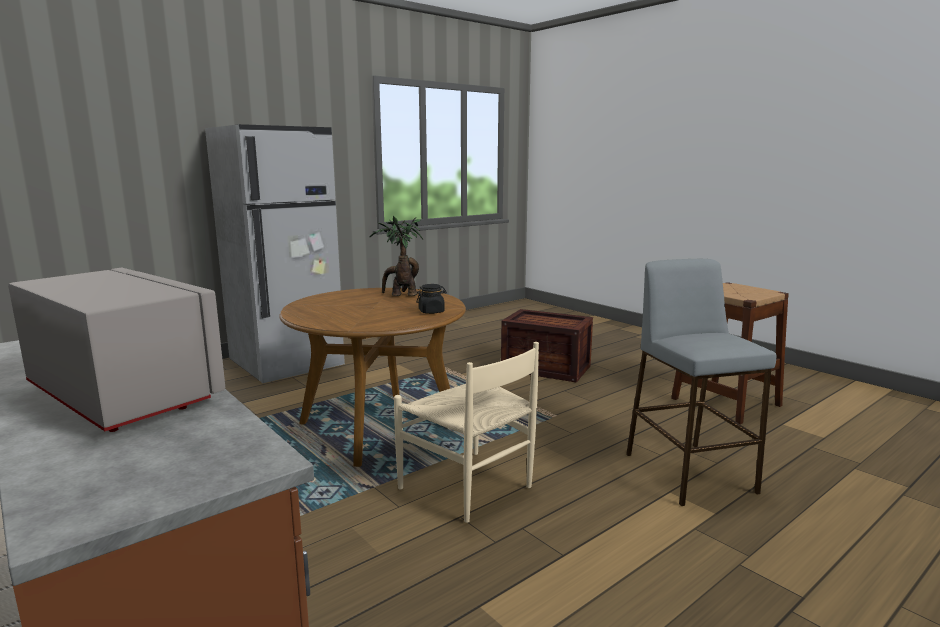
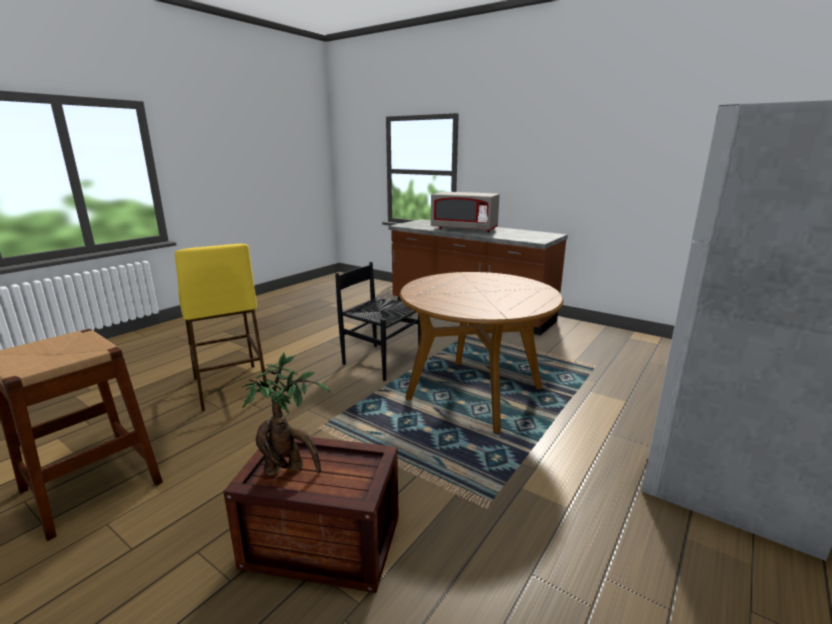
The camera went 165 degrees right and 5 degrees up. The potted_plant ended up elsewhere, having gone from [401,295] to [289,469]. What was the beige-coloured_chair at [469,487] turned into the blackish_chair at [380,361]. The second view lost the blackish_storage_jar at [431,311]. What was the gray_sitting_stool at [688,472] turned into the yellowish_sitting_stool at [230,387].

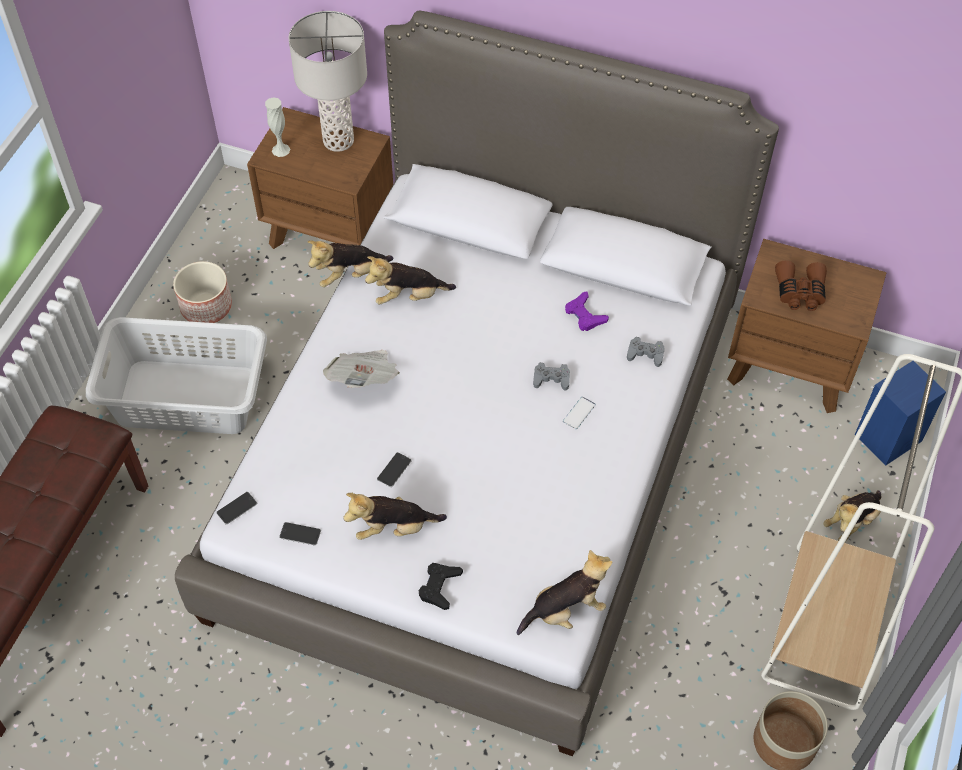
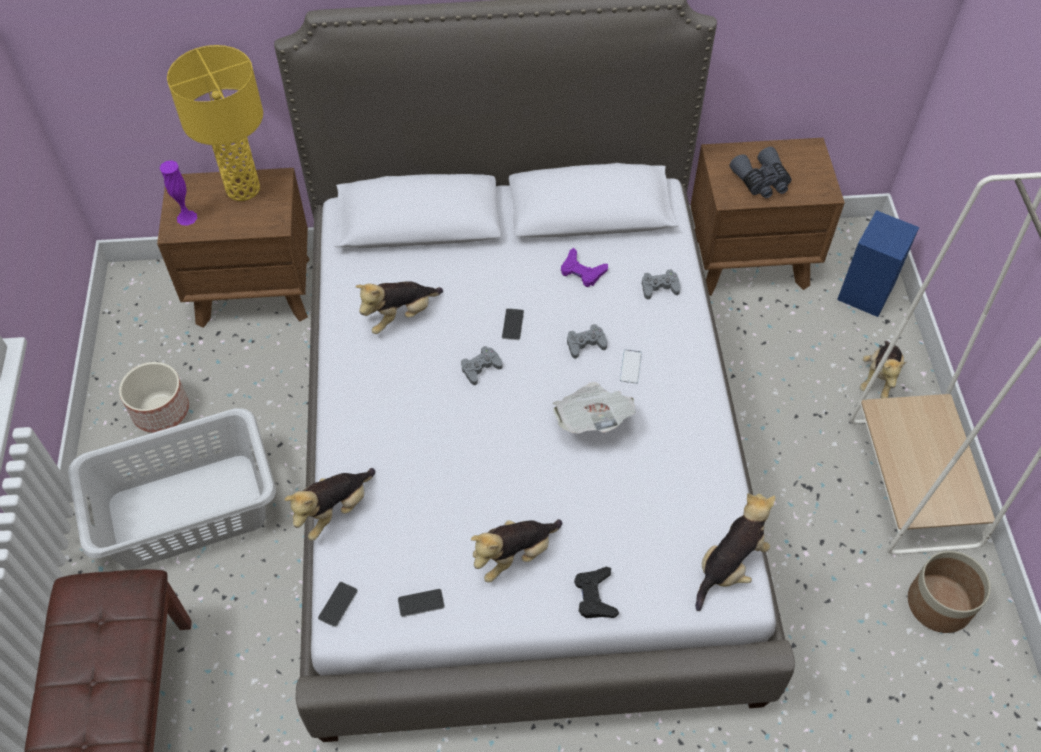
The camera went 25 degrees left and 0 degrees up. What was the white_decorative_vase at [281,150] turned into the purple_decorative_vase at [187,217]. What was the white_table_lamp at [338,140] turned into the yellowish_table_lamp at [242,189]. The plush_toy ended up elsewhere, having gone from [349,275] to [334,510]. The printed_paper ended up elsewhere, having gone from [364,379] to [592,419]. The phone ended up elsewhere, having gone from [394,470] to [513,324]. What was the brown_binoculars at [800,292] turned into the gray_binoculars at [761,181]. The second view gained the gray_game_controller at [481,368].

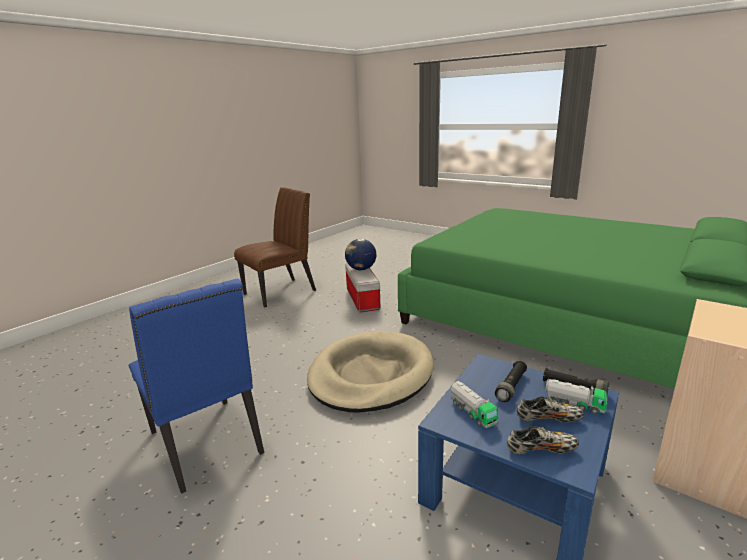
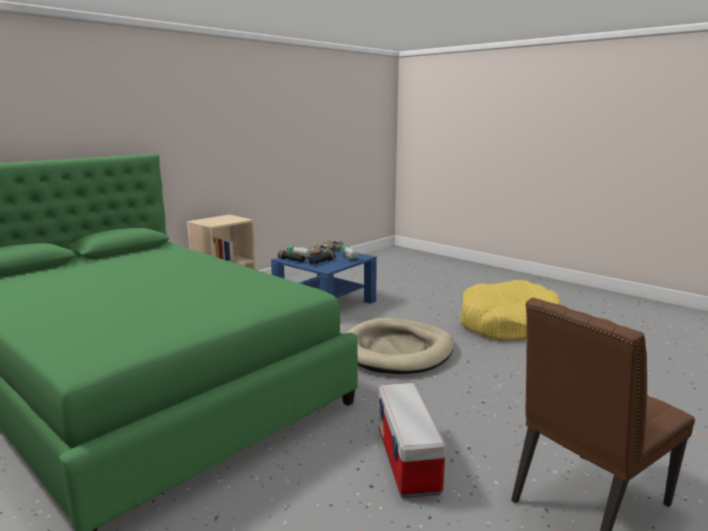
The camera went 175 degrees left and 5 degrees down. Where the bluish_chair stood at [205,441], the yellowish_dog_cushion came to stand at [507,324]. The second view lost the desk_globe at [361,269].

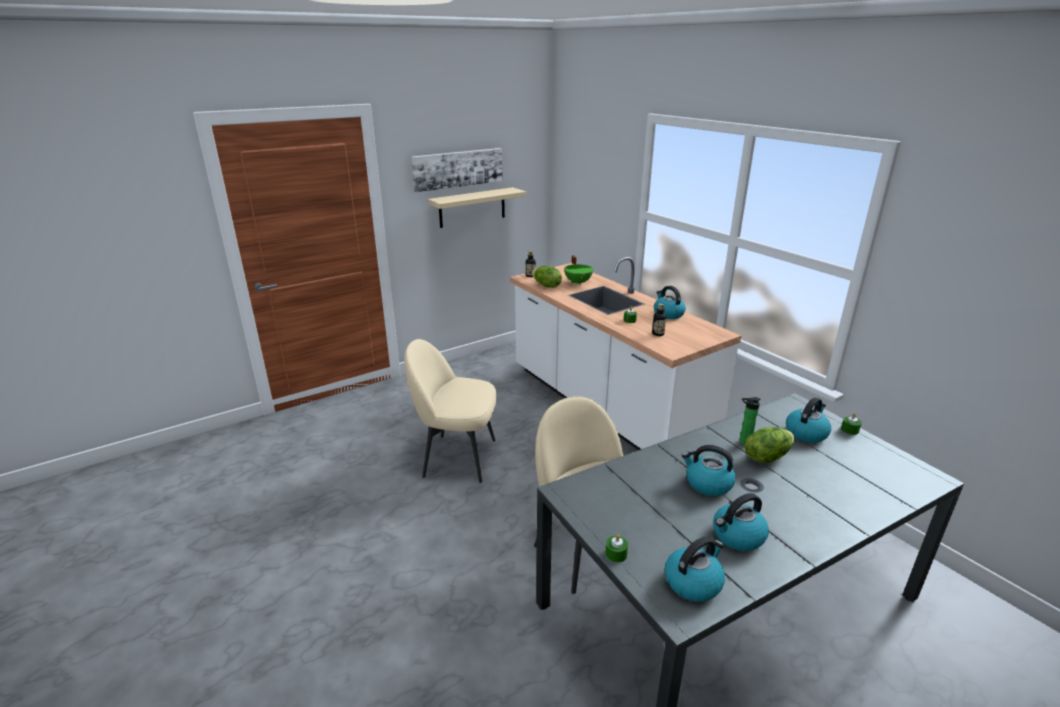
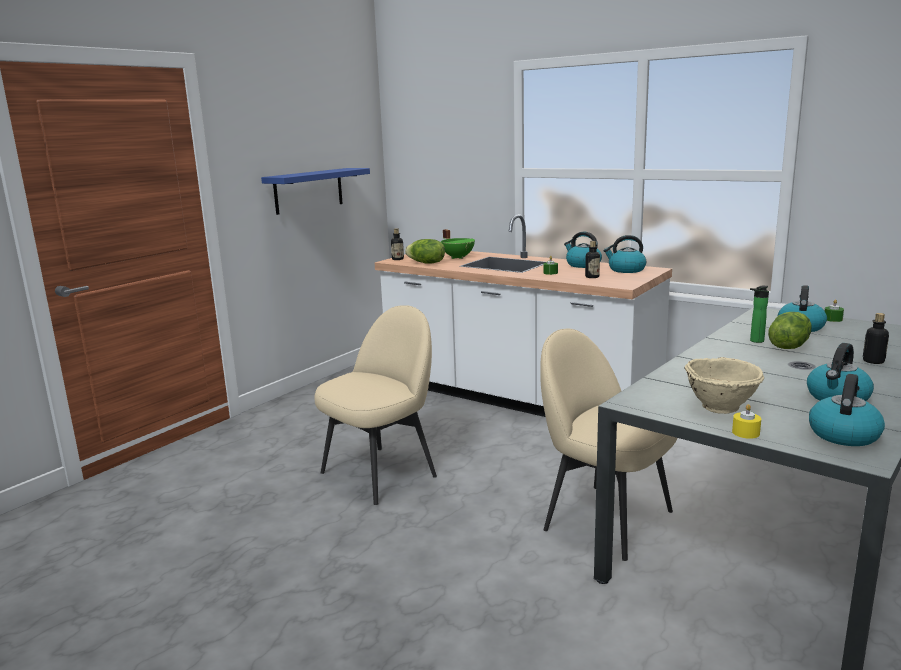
The camera went 20 degrees left and 10 degrees down. The beige-coloured_chair at [457,457] ended up facing another way, 150 degrees clockwise from before. The second view lost the wall_picture at [458,169]. What was the beige-coloured_shelf at [472,207] turned into the bluish_shelf at [308,190]. What was the green_candle at [616,554] turned into the yellowish_candle at [745,433]. The kettle ended up elsewhere, having gone from [707,483] to [626,270]. The second view gained the beige-coloured_bowl at [721,406]. The second view gained the drink_bottle at [873,361].

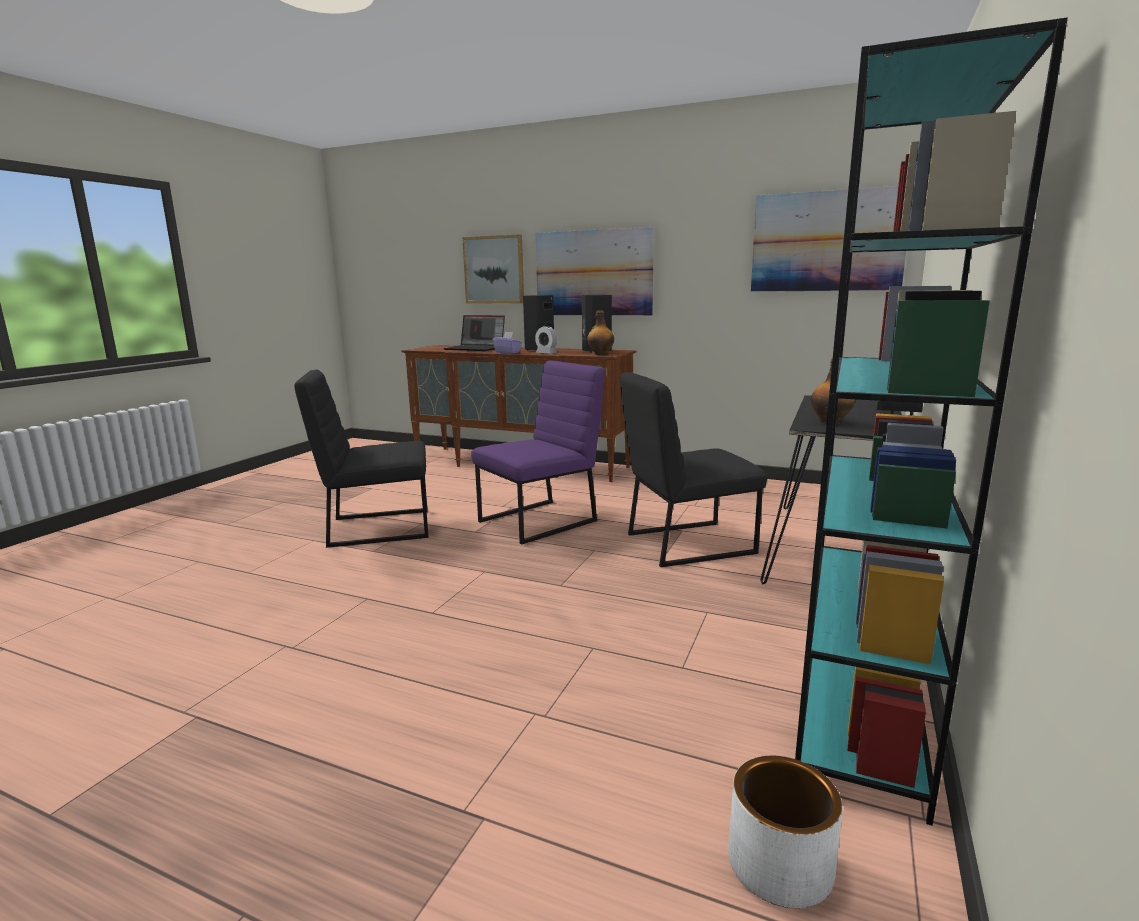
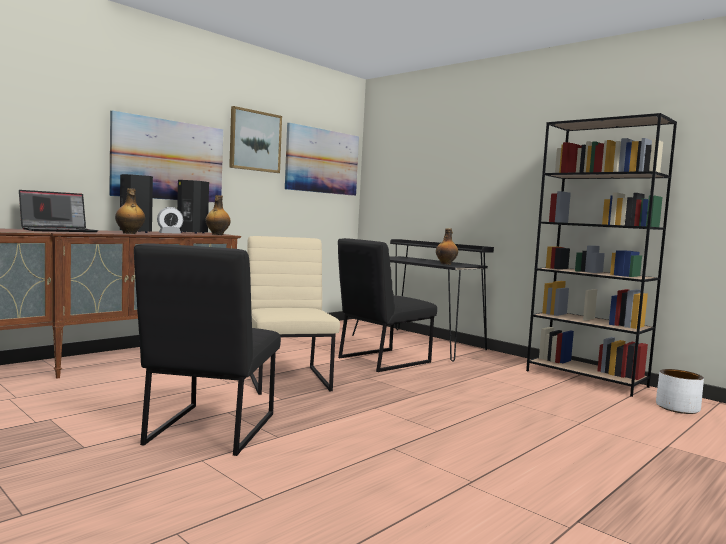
The camera went 70 degrees left and 10 degrees down. The wall_picture ended up elsewhere, having gone from [494,270] to [255,141]. What was the purple_chair at [541,520] turned into the beige-coloured_chair at [287,379]. Where the purple_box_of_tissues stood at [508,352], the drink_bottle came to stand at [129,233]. The blackish_chair at [686,543] ended up facing another way, 45 degrees clockwise from before. What was the blue-green_shelving_unit at [860,721] turned into the beige-coloured_shelving_unit at [586,379].

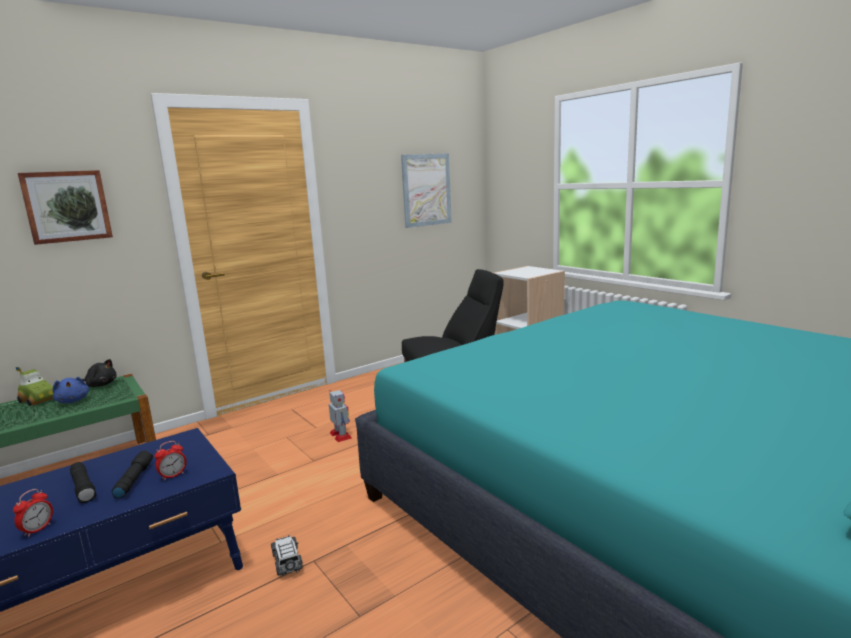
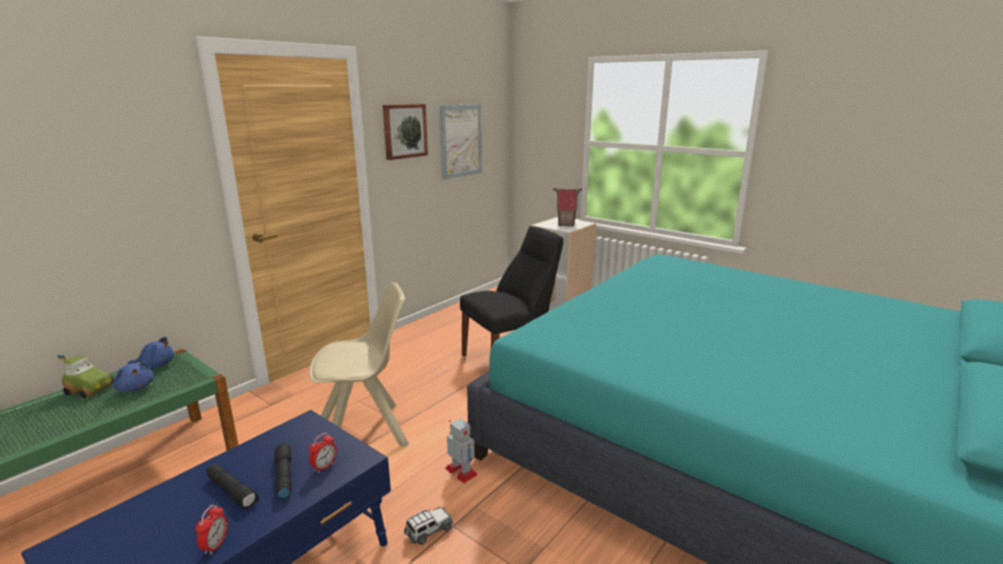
The camera went 15 degrees left and 5 degrees up. The wall_picture ended up elsewhere, having gone from [67,206] to [404,131]. What was the blackish_plush_toy at [101,385] turned into the bluish_plush_toy at [156,365]. The model_car at [287,562] ended up facing another way, 90 degrees clockwise from before. The robot_figure ended up elsewhere, having gone from [341,435] to [461,472]. The second view gained the beige-coloured_chair at [365,431]. The second view gained the model_house at [566,224].

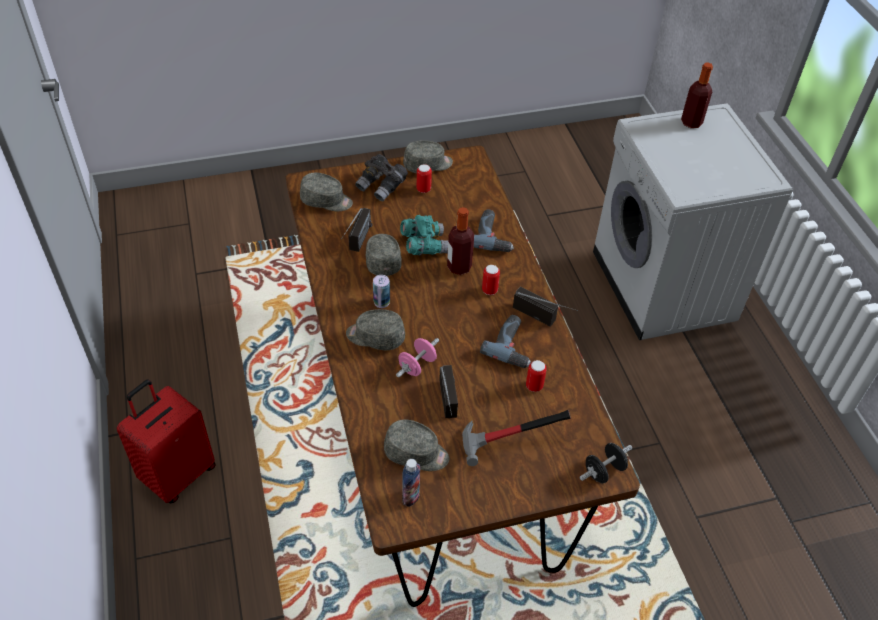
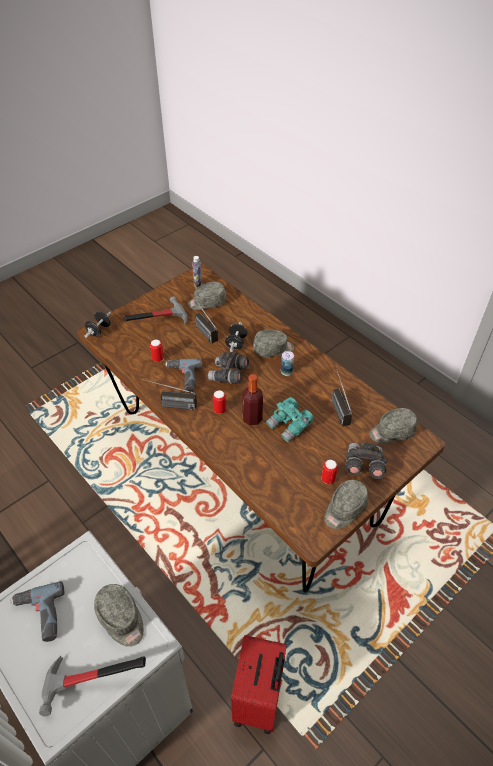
The camera went 155 degrees right and 0 degrees up. The red_suitcase ended up elsewhere, having gone from [178,474] to [259,700]. The gray_peaked_cap ended up elsewhere, having gone from [382,260] to [121,619]. What was the pinkish_dumbbell at [417,365] turned into the blackish_dumbbell at [236,343]. The electric_drill ended up elsewhere, having gone from [493,236] to [39,616]. Where the drink_bottle stood at [691,122], the hand_hammer came to stand at [90,687]. The second view gained the gray_binoculars at [229,375].

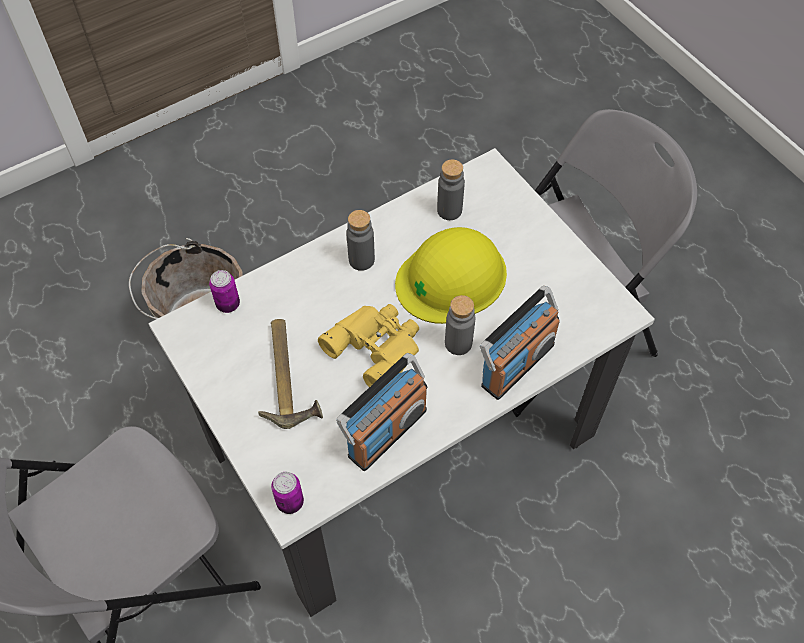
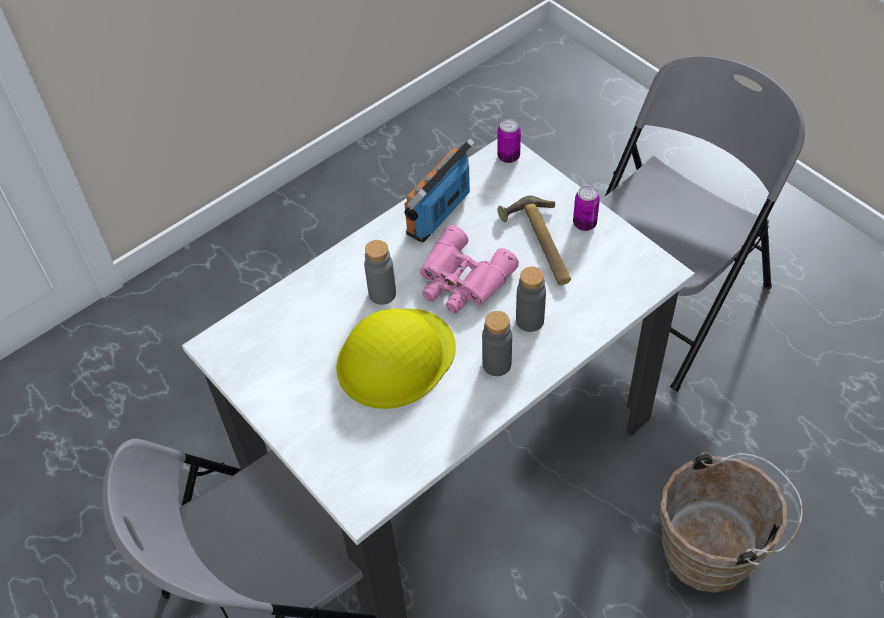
The camera went 175 degrees right and 5 degrees down. The sealed_can ended up elsewhere, having gone from [228,304] to [584,224]. What was the yellowish_binoculars at [377,346] turned into the pinkish_binoculars at [462,281]. The gray_drink_bottle ended up elsewhere, having gone from [449,210] to [529,320]. The second view lost the radio_receiver at [516,364].

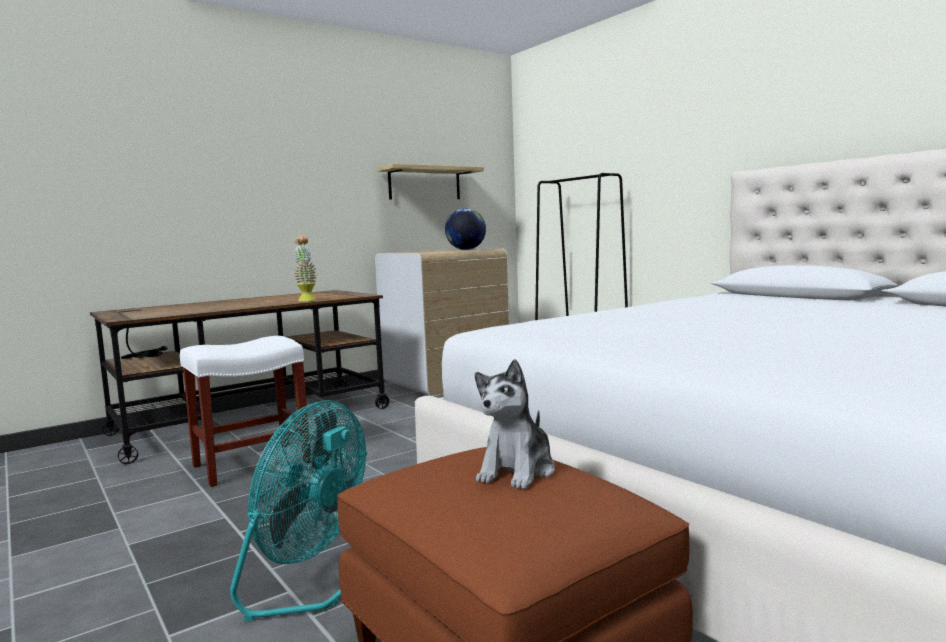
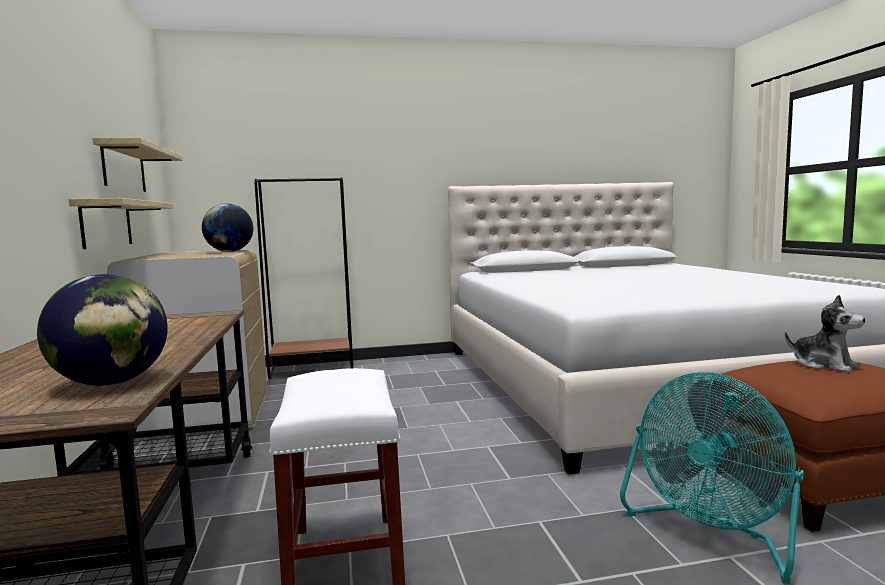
The camera went 65 degrees left and 0 degrees up. The second view lost the potted_plant at [306,300]. The second view gained the desk_globe at [111,383]. The second view gained the shelf at [106,224].

